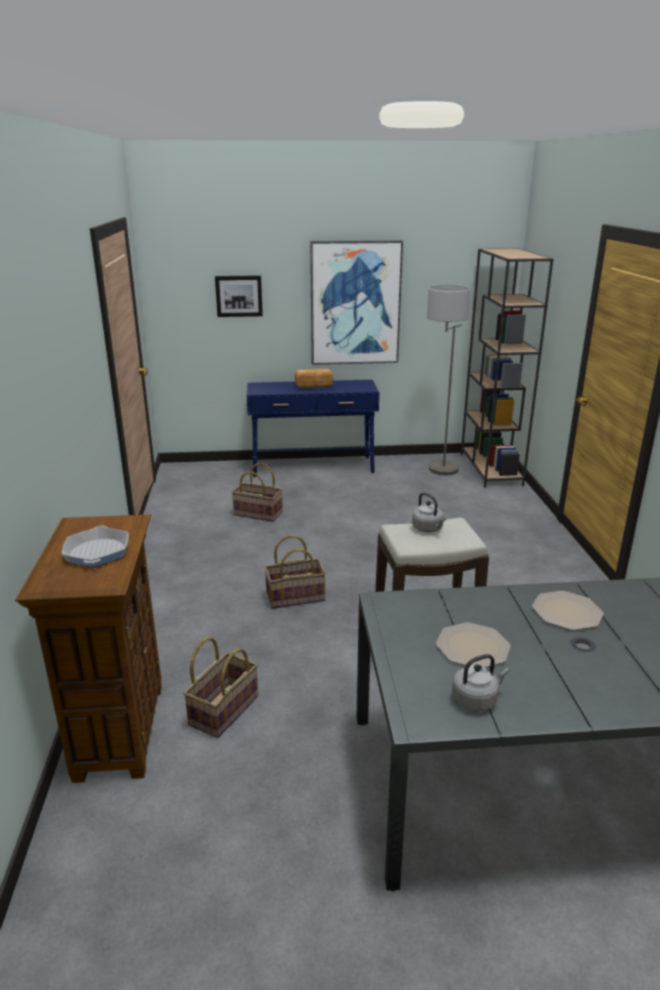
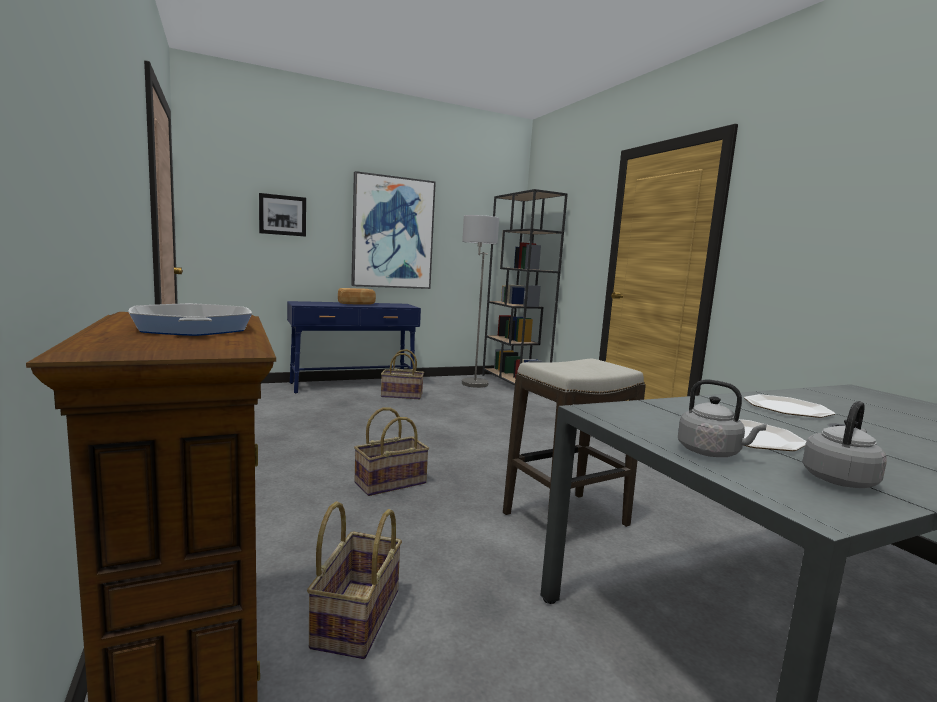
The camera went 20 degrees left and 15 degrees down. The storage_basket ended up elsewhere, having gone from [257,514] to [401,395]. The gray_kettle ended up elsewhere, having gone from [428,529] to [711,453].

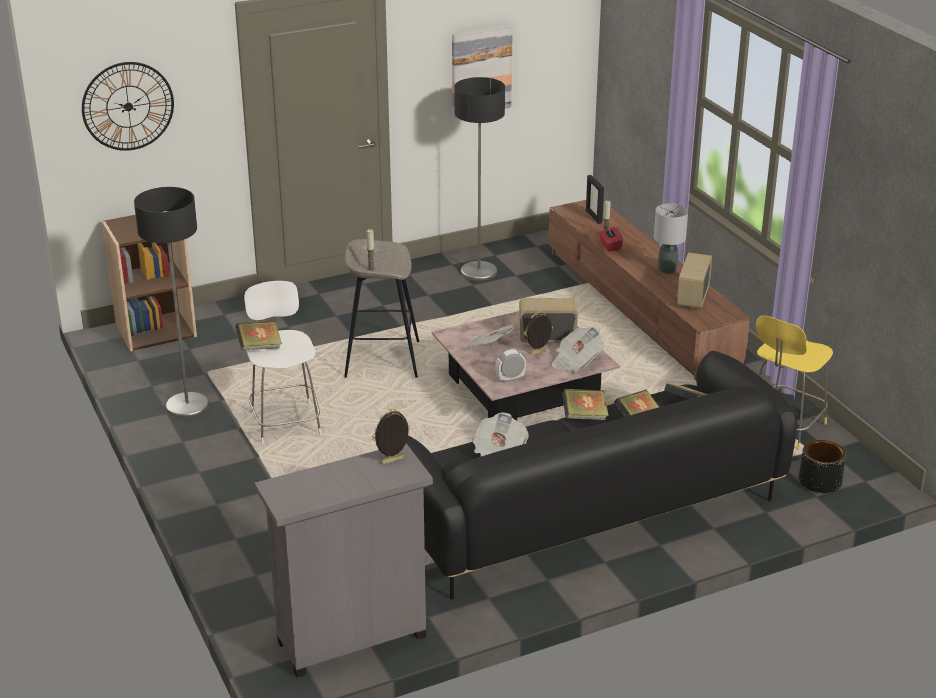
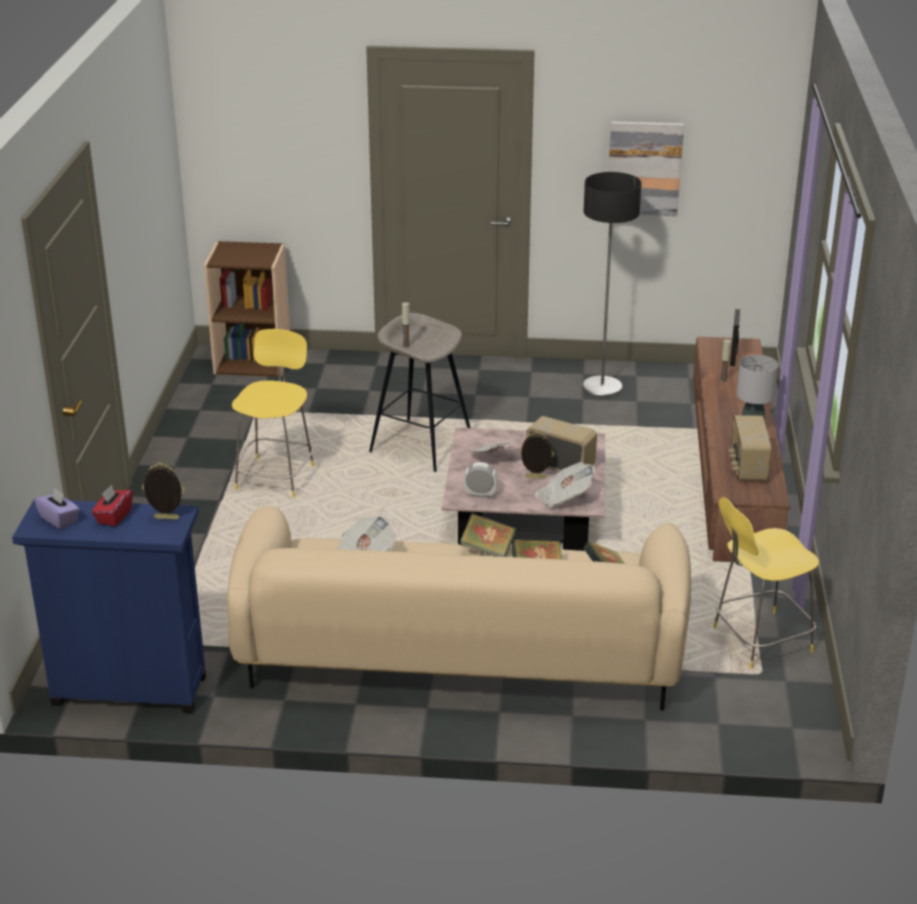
The camera went 30 degrees right and 0 degrees up. The second view lost the wall_clock at [128,106]. The second view lost the standard_lamp at [187,406]. The second view lost the book at [259,347]. What was the white_sitting_stool at [285,422] turned into the yellowish_sitting_stool at [276,476]. What was the gray_storage_cabinet at [351,641] turned into the bluish_storage_cabinet at [127,691]. What was the blackish_sofa at [587,513] turned into the beige-coloured_sofa at [460,655]. The red_box_of_tissues ended up elsewhere, having gone from [610,246] to [114,517]. The radio_receiver at [692,298] ended up facing another way, 45 degrees counterclockwise from before. The second view lost the blackish_planter at [819,482]. The second view gained the purple_box_of_tissues at [59,520].

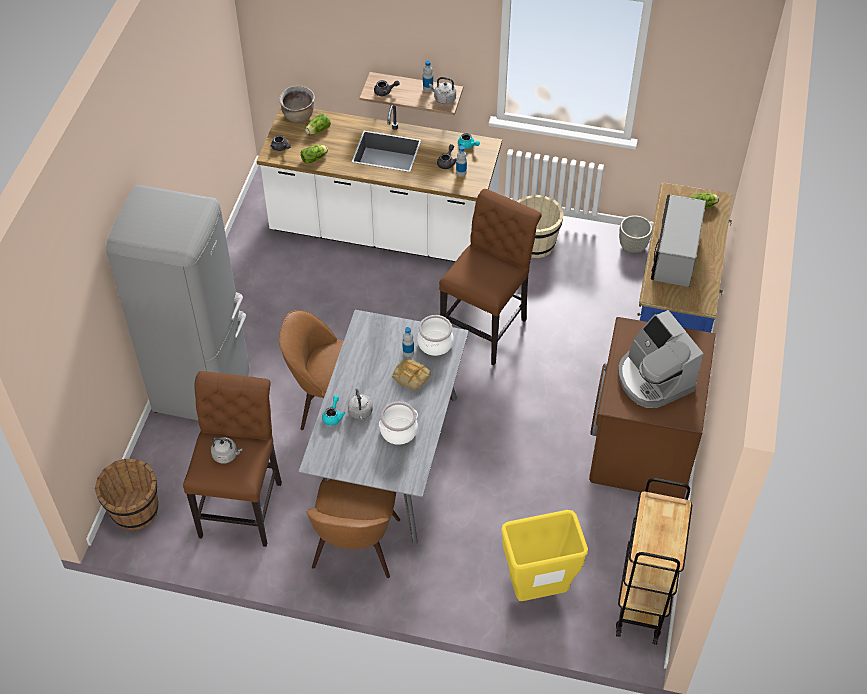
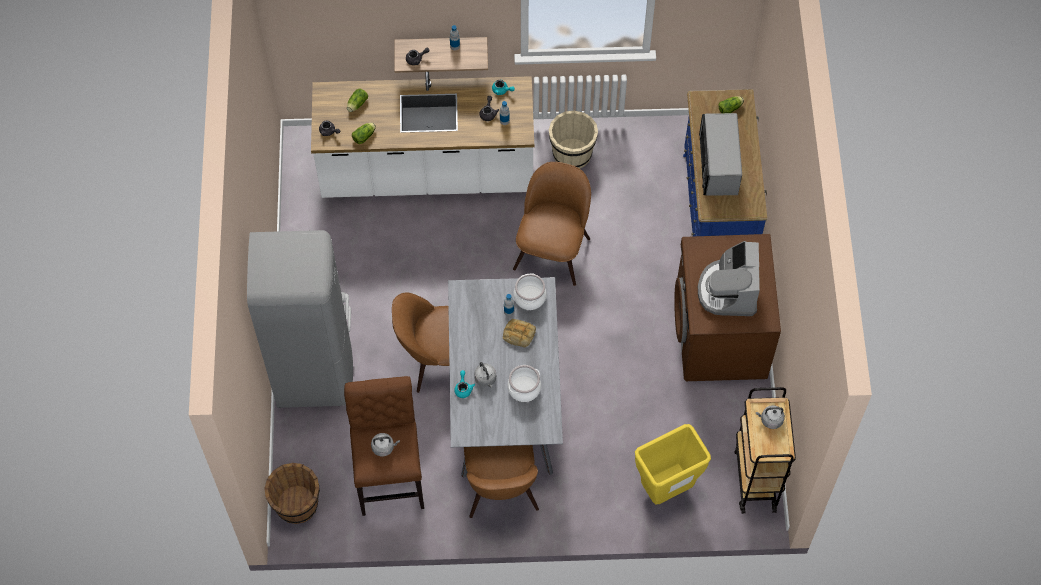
The camera went 15 degrees left and 10 degrees up. The second view lost the brown_stockpot at [299,117]. The gray_kettle ended up elsewhere, having gone from [443,99] to [770,420]. Where the brown_sitting_stool stood at [487,326], the brown_chair came to stand at [553,250]. The coffee_machine at [653,379] ended up facing another way, 45 degrees clockwise from before. The second view lost the gray_planter at [633,247].

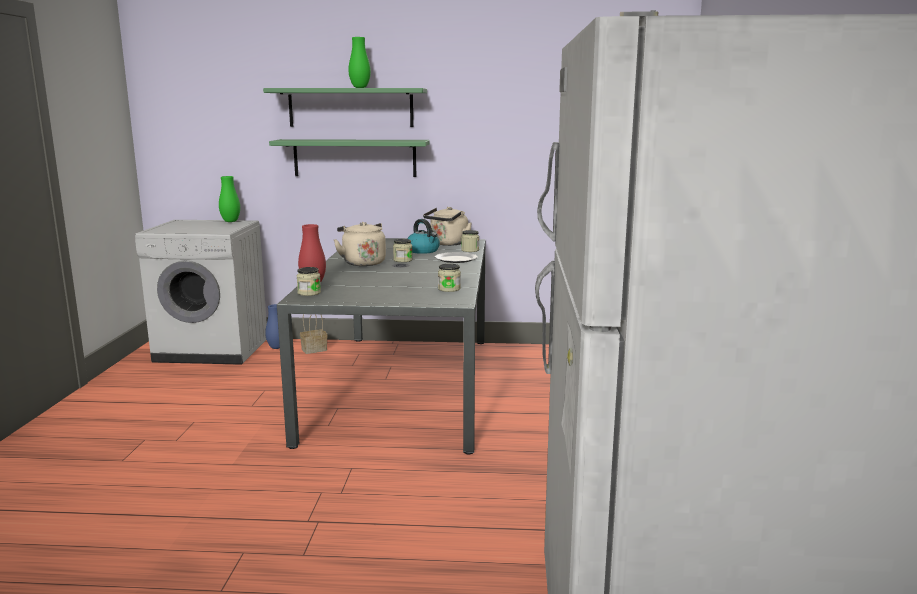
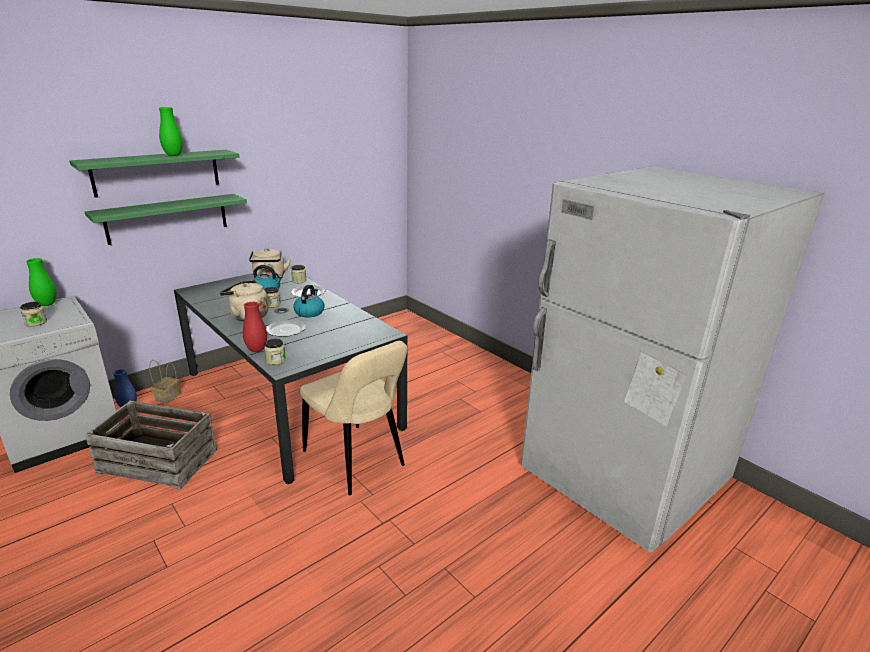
The camera went 45 degrees left and 10 degrees up. The storage_jar ended up elsewhere, having gone from [449,289] to [36,323]. The second view gained the shipping_crate at [157,462]. The second view gained the flat_dish at [286,330]. The second view gained the kettle at [309,312]. The second view gained the beige-coloured_chair at [356,461].

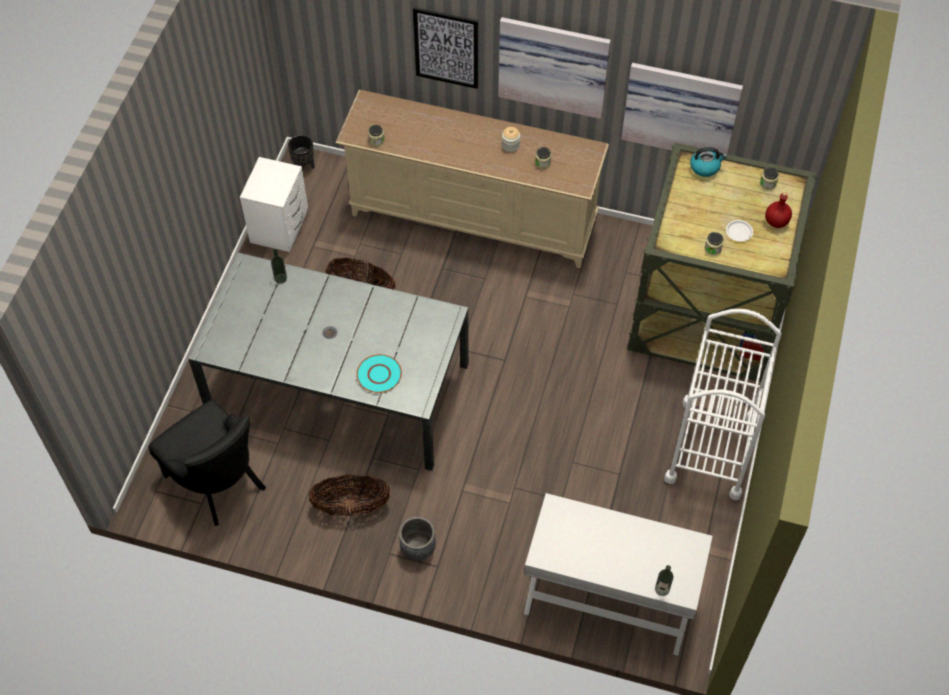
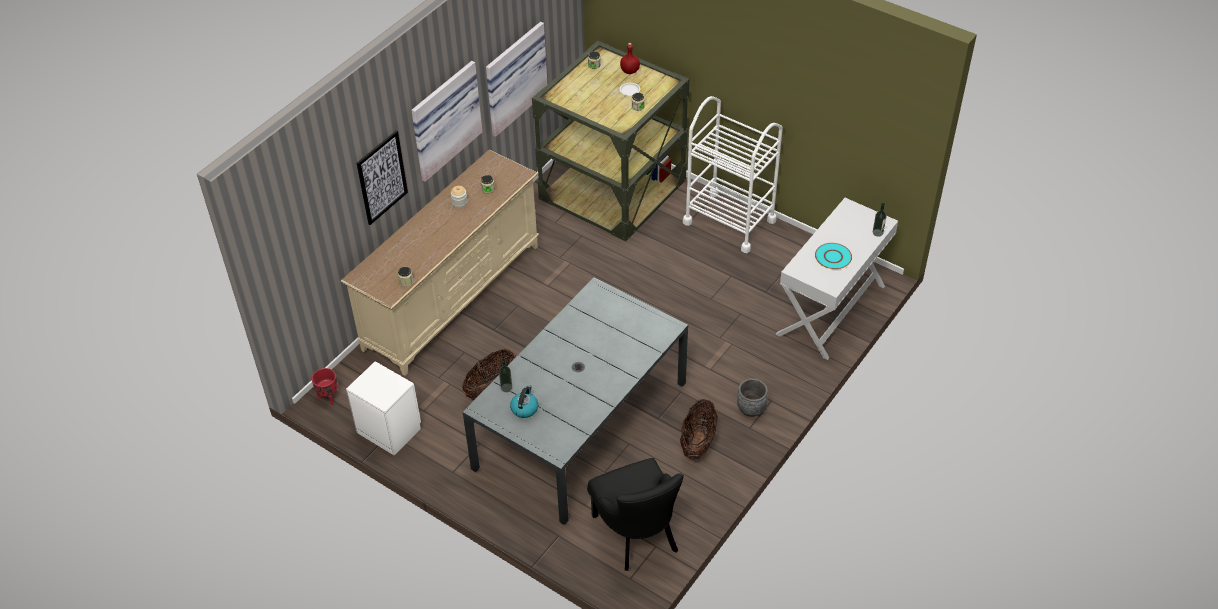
The camera went 70 degrees left and 10 degrees down. The blackish_chair at [215,479] ended up facing another way, 90 degrees clockwise from before. What was the blackish_planter at [303,165] turned into the red_planter at [328,397]. The blue-green_flat_dish ended up elsewhere, having gone from [379,374] to [833,257]. The kettle ended up elsewhere, having gone from [705,167] to [524,408].

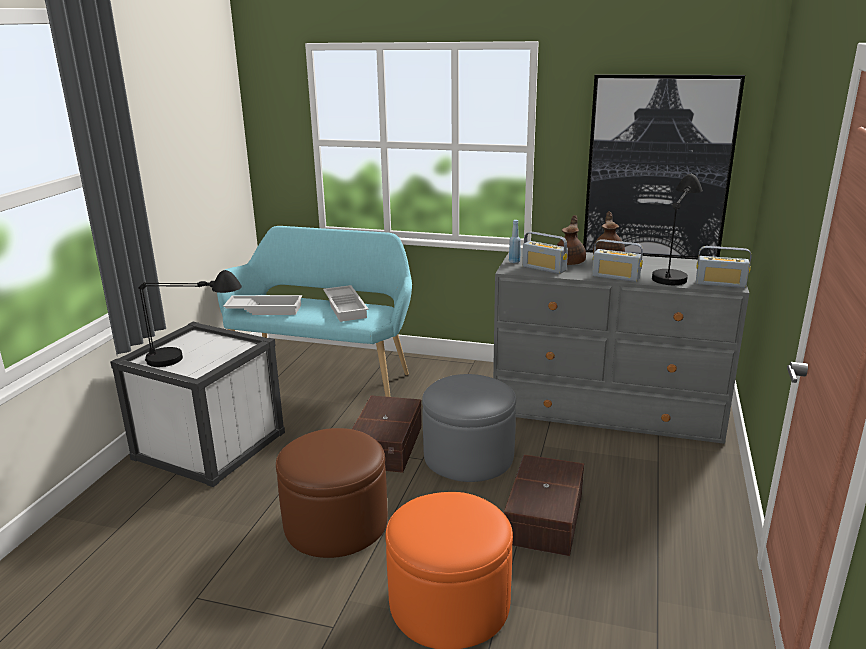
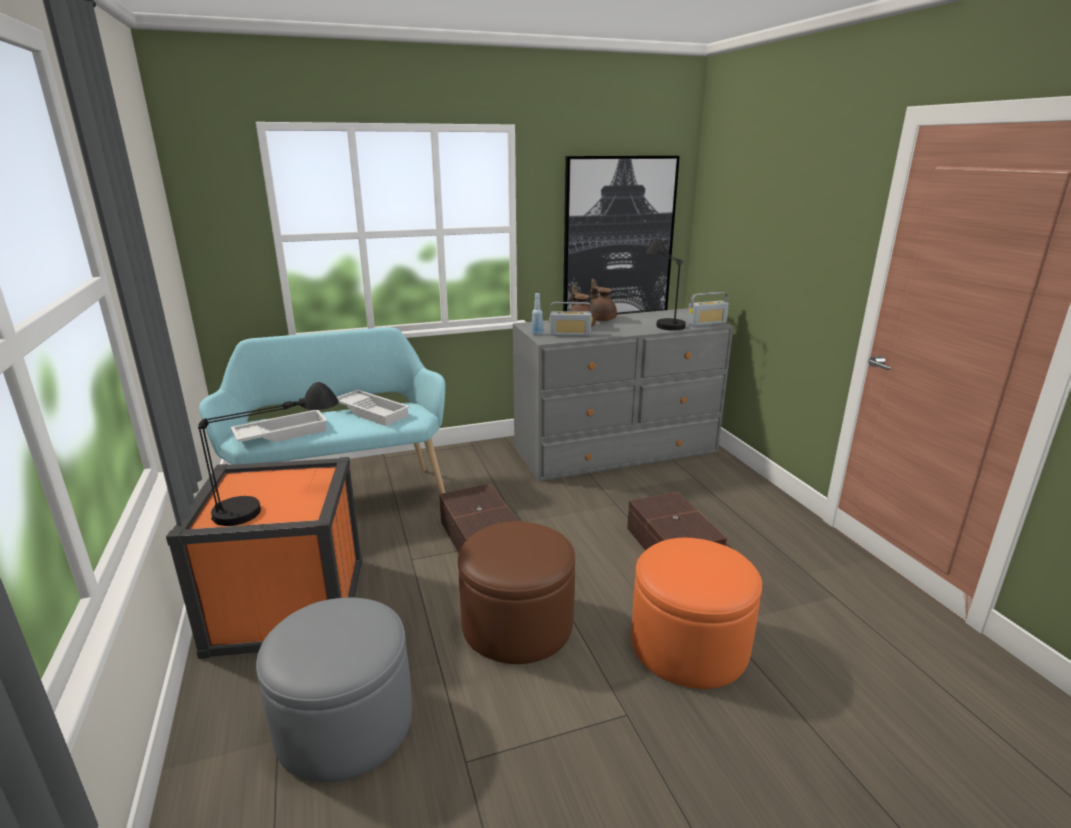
The camera went 35 degrees left and 0 degrees up. What was the white_storage_container at [209,445] turned into the orange_storage_container at [288,605]. The gray_footrest ended up elsewhere, having gone from [468,456] to [345,723]. The second view lost the radio_receiver at [616,277].

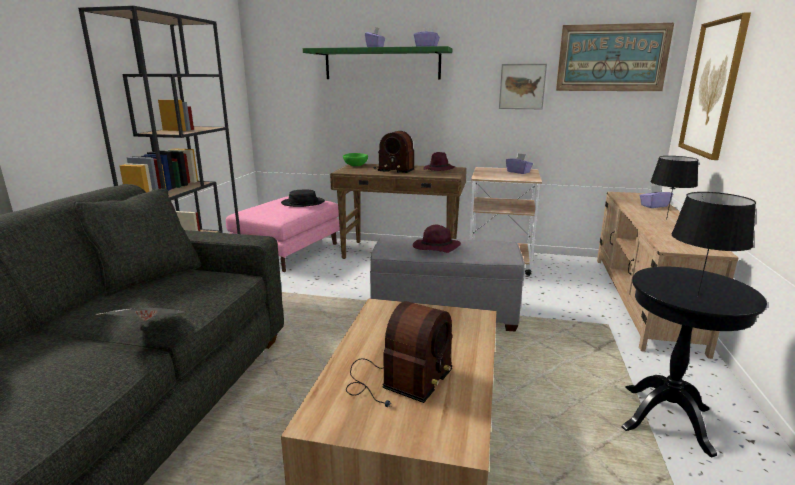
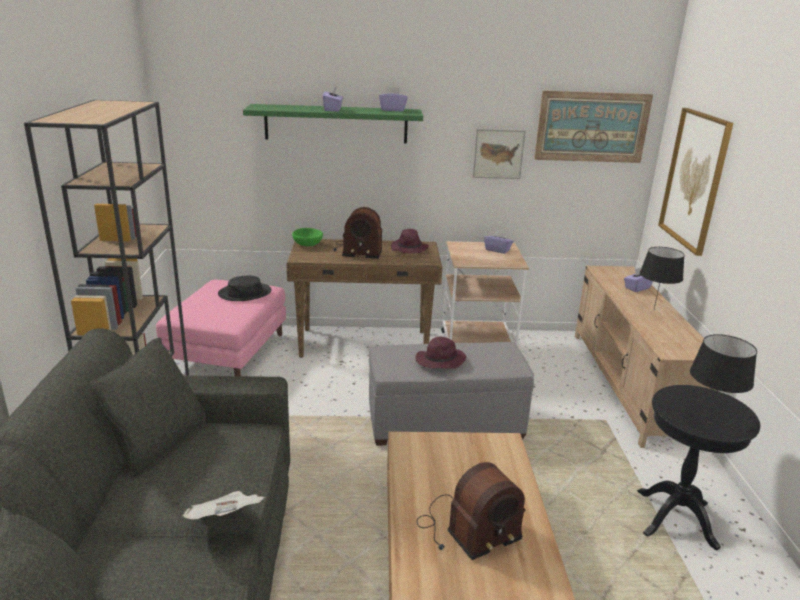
The camera went 15 degrees left and 5 degrees up. The radio_receiver at [398,380] ended up facing another way, 45 degrees clockwise from before.

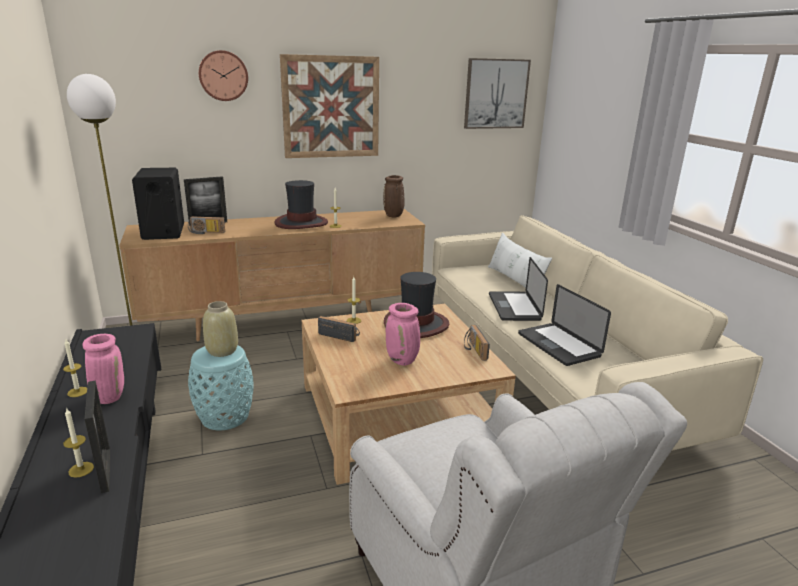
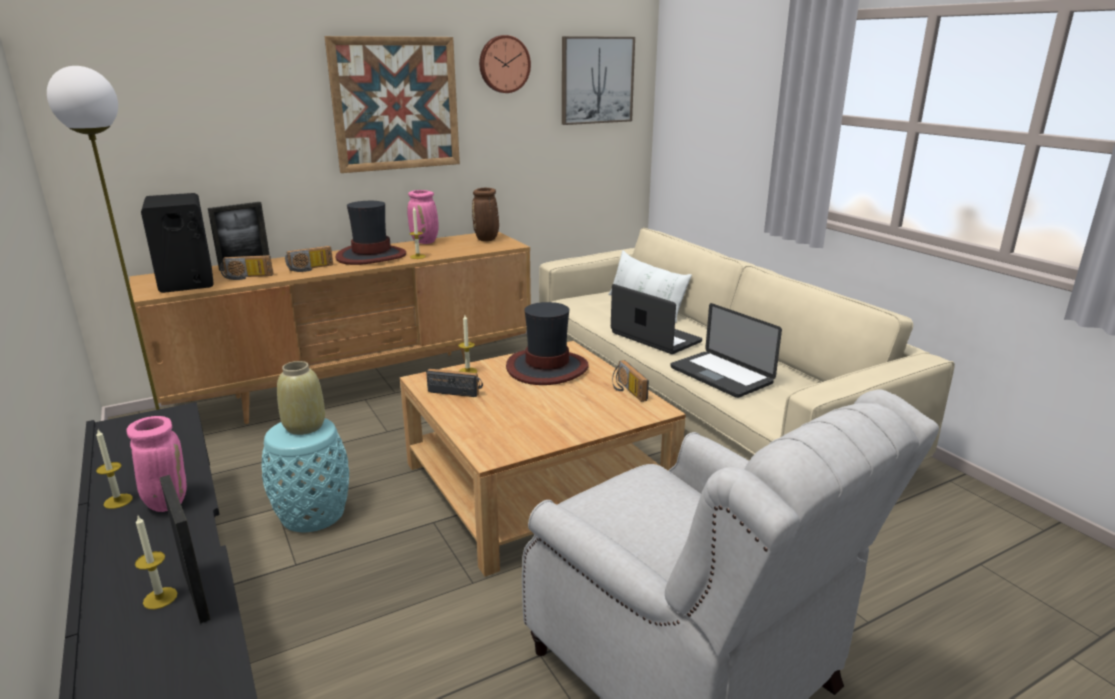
The camera went 10 degrees left and 0 degrees up. The wall_clock ended up elsewhere, having gone from [223,75] to [503,64]. The pinkish_decorative_vase ended up elsewhere, having gone from [402,361] to [425,242]. The laptop at [514,307] ended up facing another way, 150 degrees clockwise from before. The second view gained the radio_receiver at [310,268].

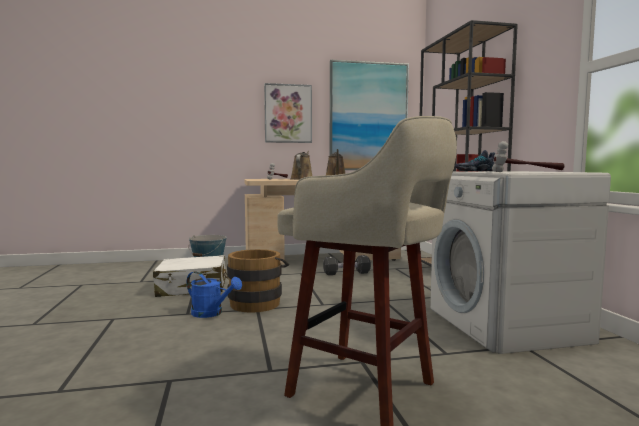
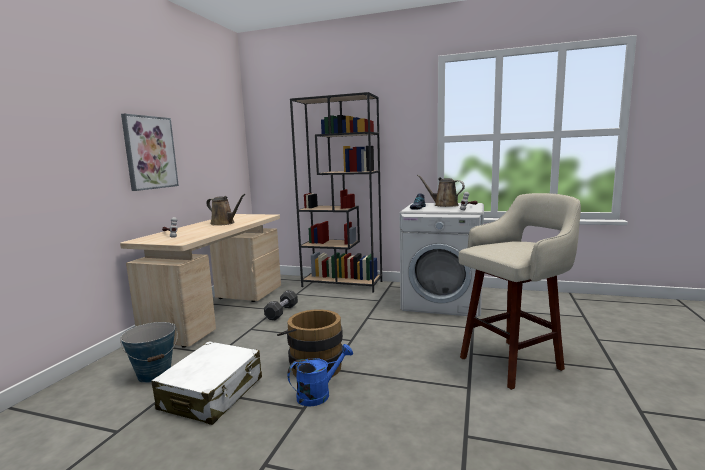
The camera went 60 degrees left and 5 degrees up. The brown_watering_can ended up elsewhere, having gone from [302,179] to [444,205]. The second view lost the wall_picture at [368,117].

